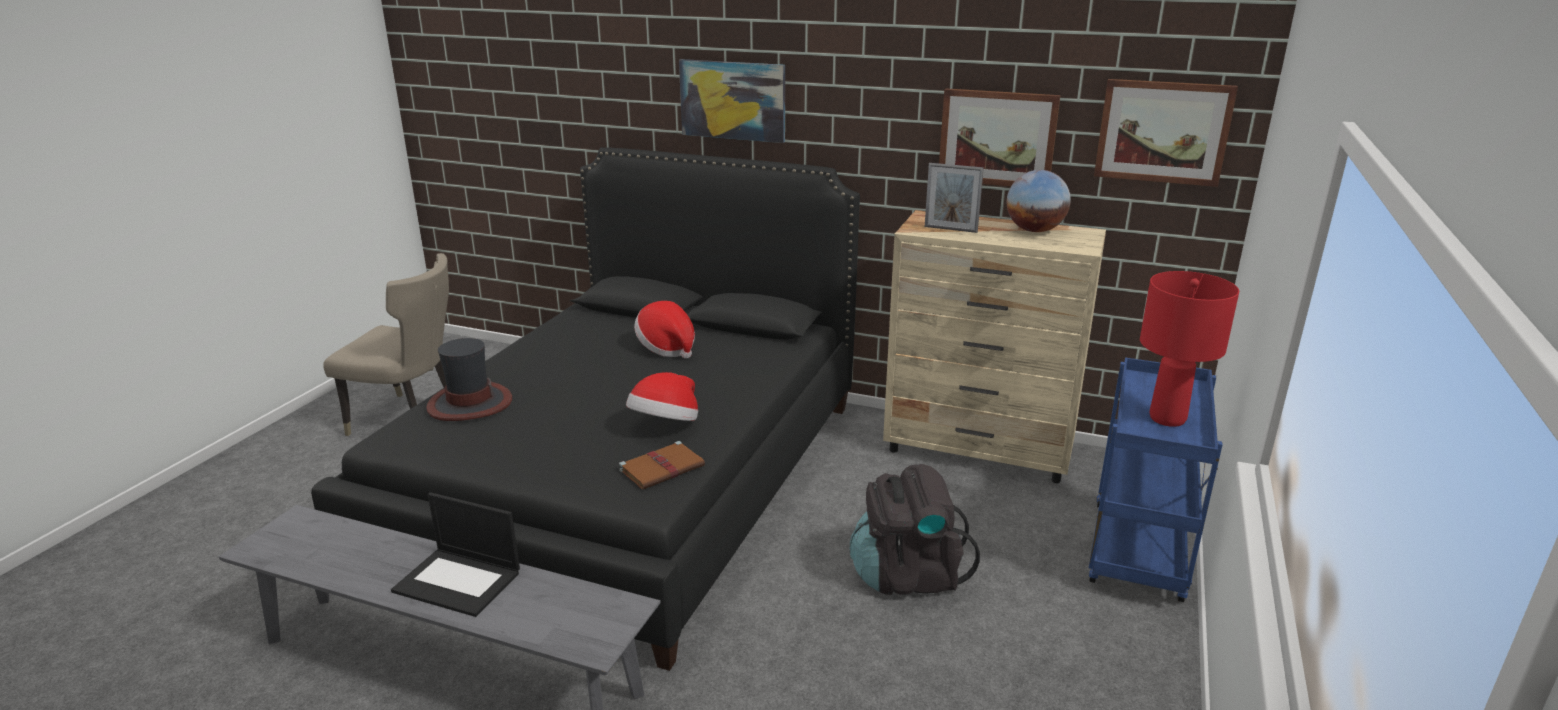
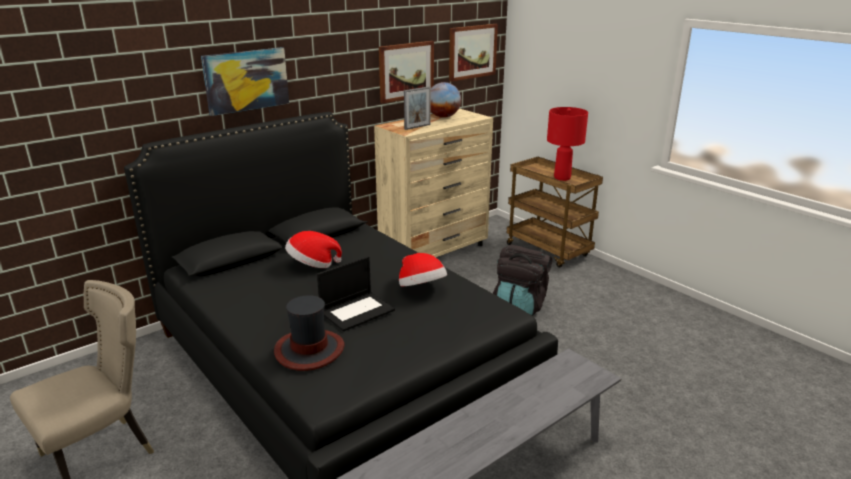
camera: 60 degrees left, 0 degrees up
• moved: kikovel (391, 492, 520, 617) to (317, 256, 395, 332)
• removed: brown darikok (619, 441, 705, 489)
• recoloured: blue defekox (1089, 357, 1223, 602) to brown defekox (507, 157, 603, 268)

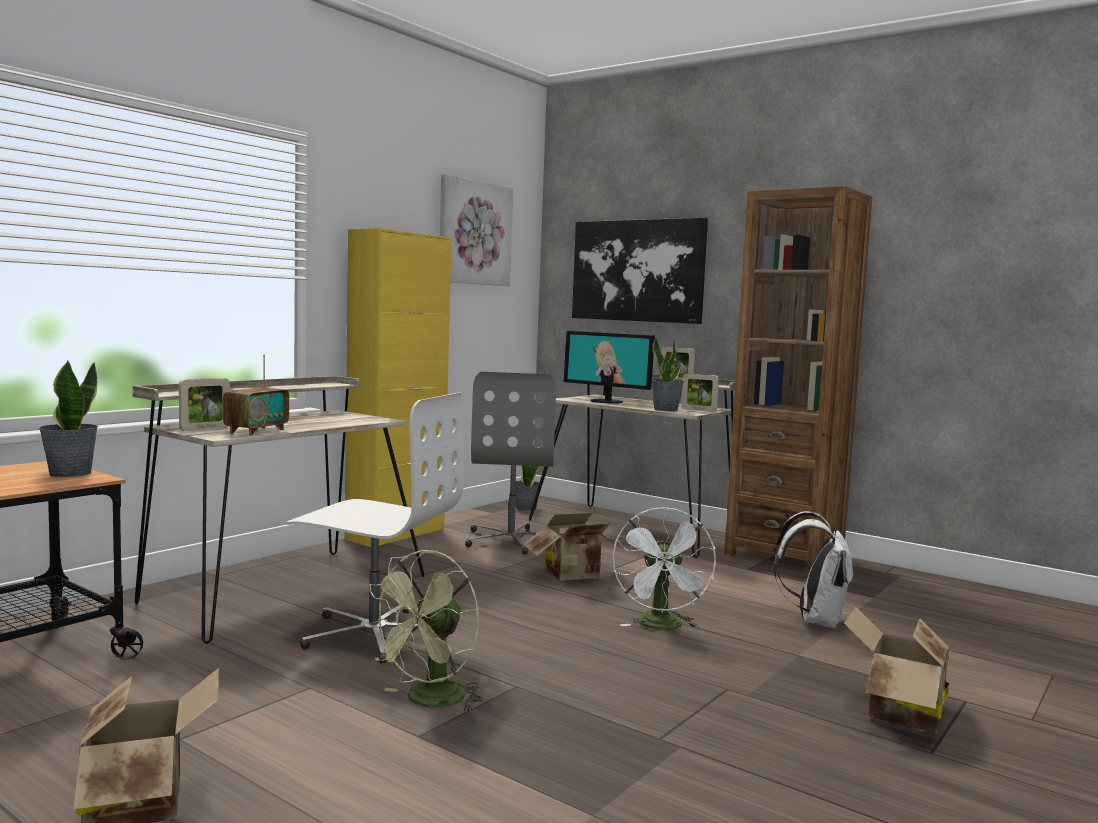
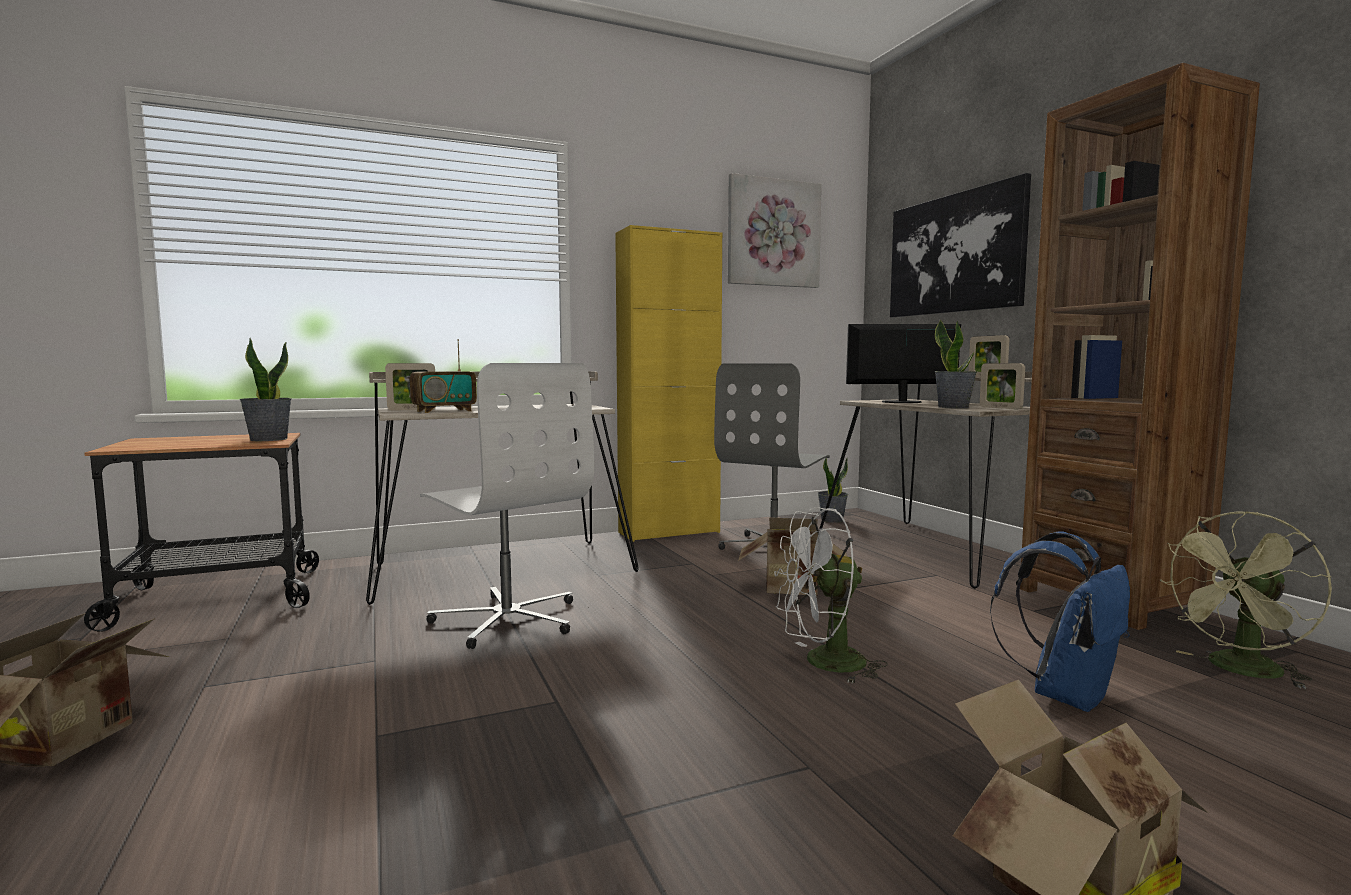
camera: 30 degrees right, 0 degrees up
• moved: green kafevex (364, 550, 483, 712) to (1160, 511, 1332, 689)
• turned: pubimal (564, 331, 655, 403) = (846, 324, 961, 403) 120 degrees clockwise
• turned: white kafevex (612, 507, 716, 630) = (774, 507, 888, 683) 45 degrees clockwise
• recoloured: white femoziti (773, 511, 853, 629) to blue femoziti (990, 531, 1130, 712)

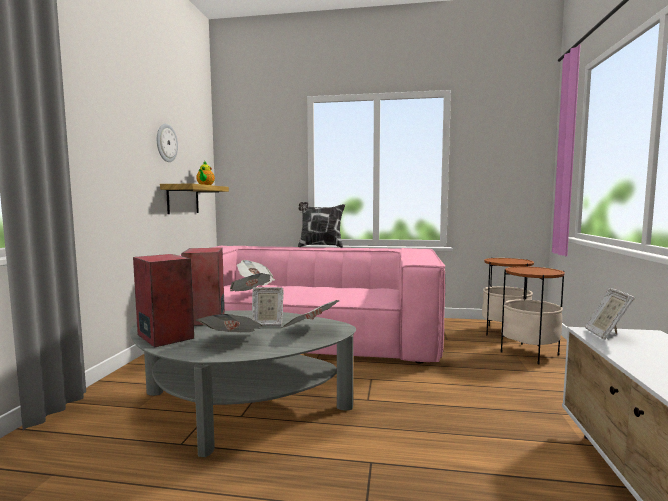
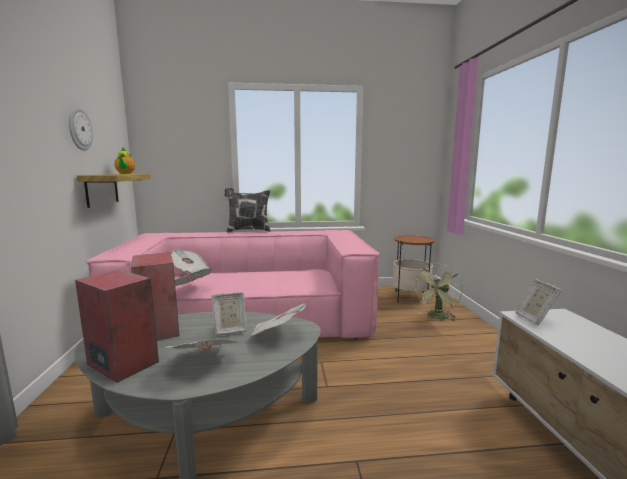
camera: 15 degrees left, 5 degrees up
• replaced: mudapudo (501, 266, 565, 364) to green kafevex (415, 264, 463, 321)

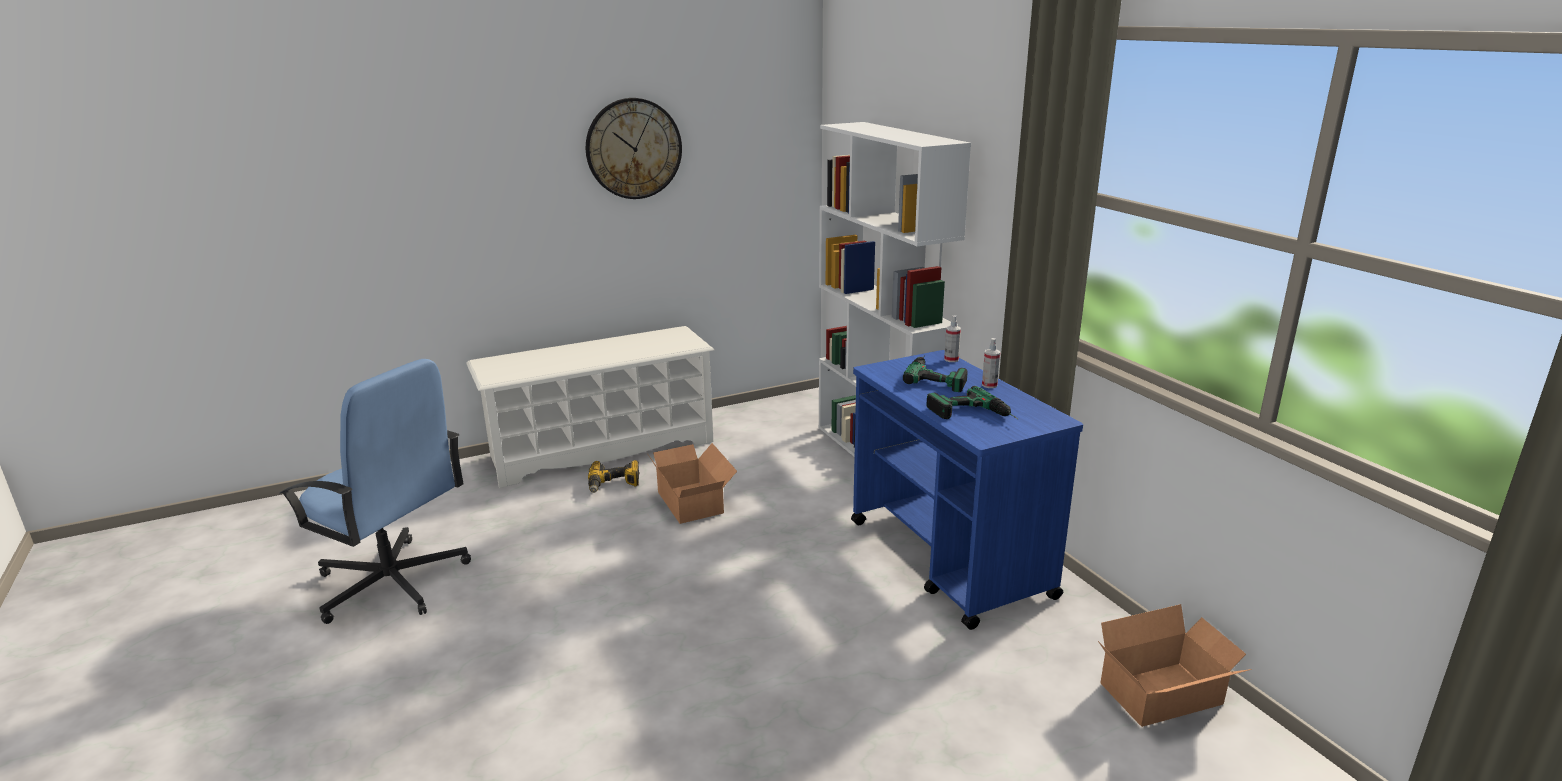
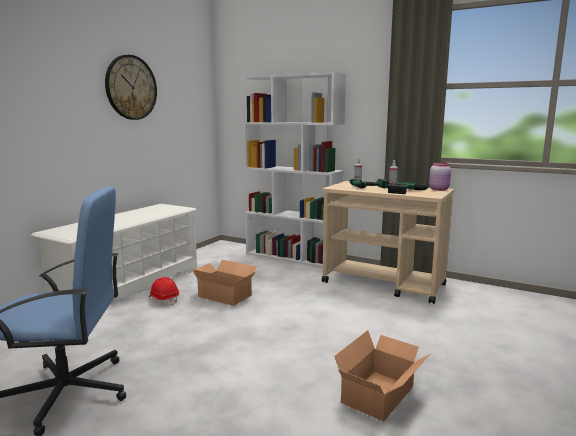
camera: 35 degrees left, 10 degrees down
• replaced: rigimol (588, 460, 640, 493) to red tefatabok (149, 277, 179, 306)
• recoloured: blue defekox (851, 350, 1083, 630) to beige defekox (322, 181, 454, 304)
• moved: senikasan (1098, 604, 1252, 727) to (334, 330, 430, 422)
• added: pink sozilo (429, 162, 451, 191)

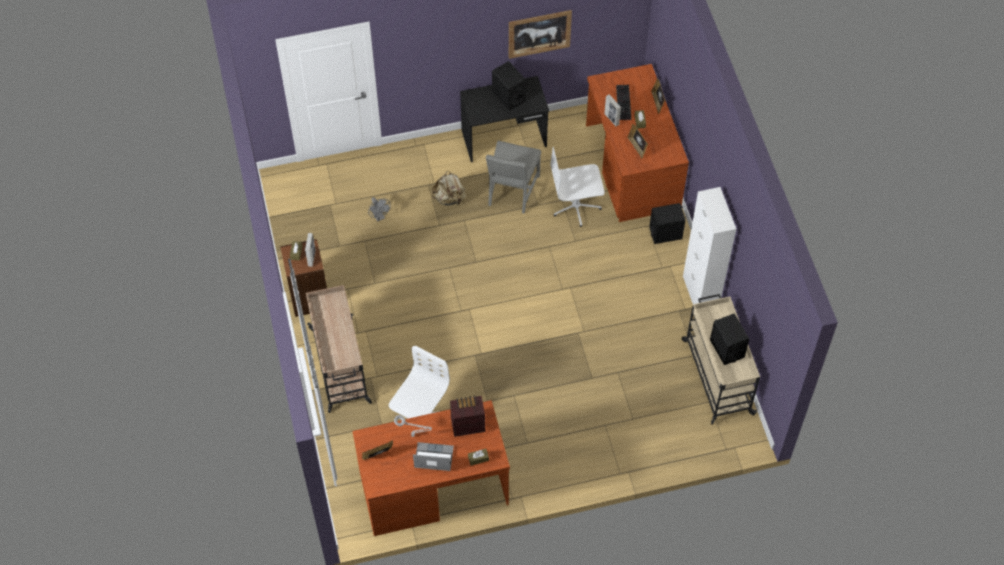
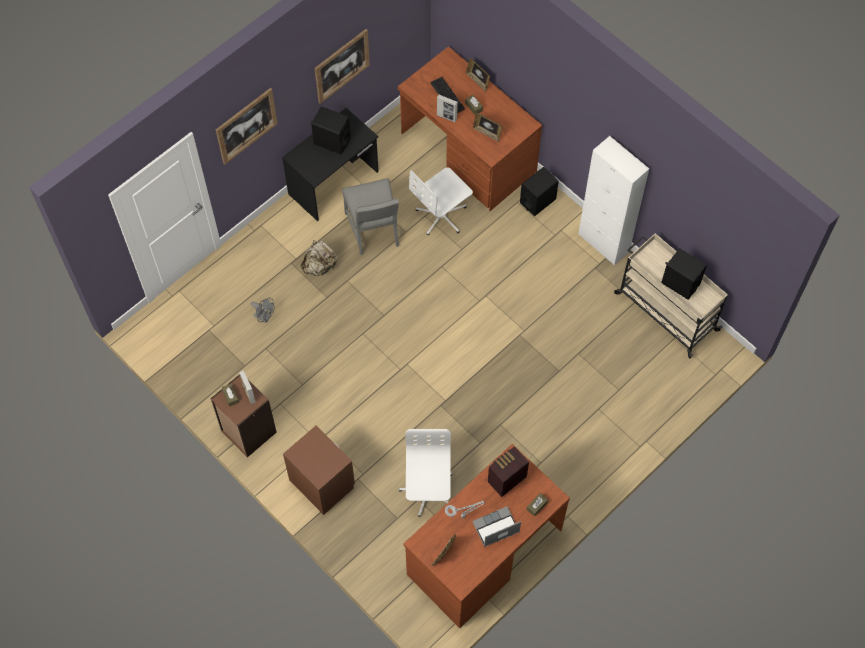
camera: 30 degrees left, 5 degrees up
• replaced: beige defekox (306, 285, 372, 413) to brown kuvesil (283, 426, 355, 515)
• added: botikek (216, 88, 278, 164)

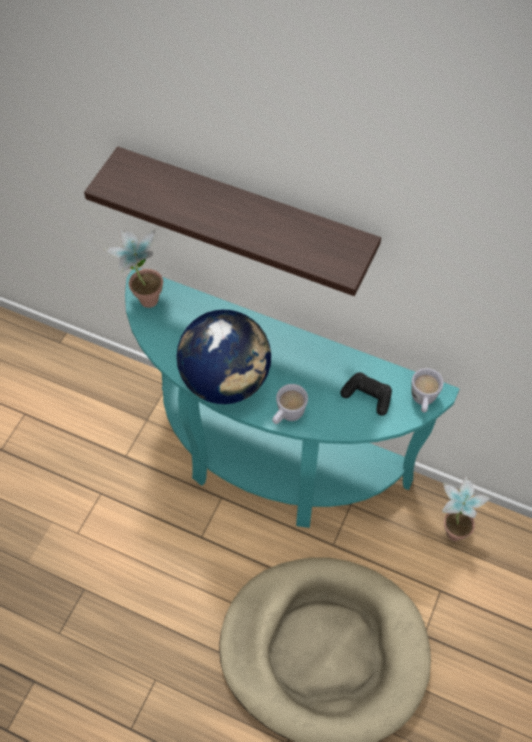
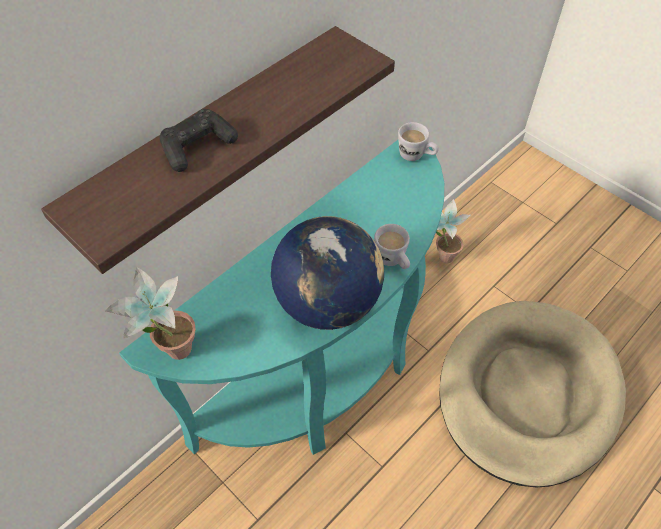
camera: 70 degrees left, 5 degrees down
• moved: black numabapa (340, 372, 392, 416) to (160, 109, 238, 172)

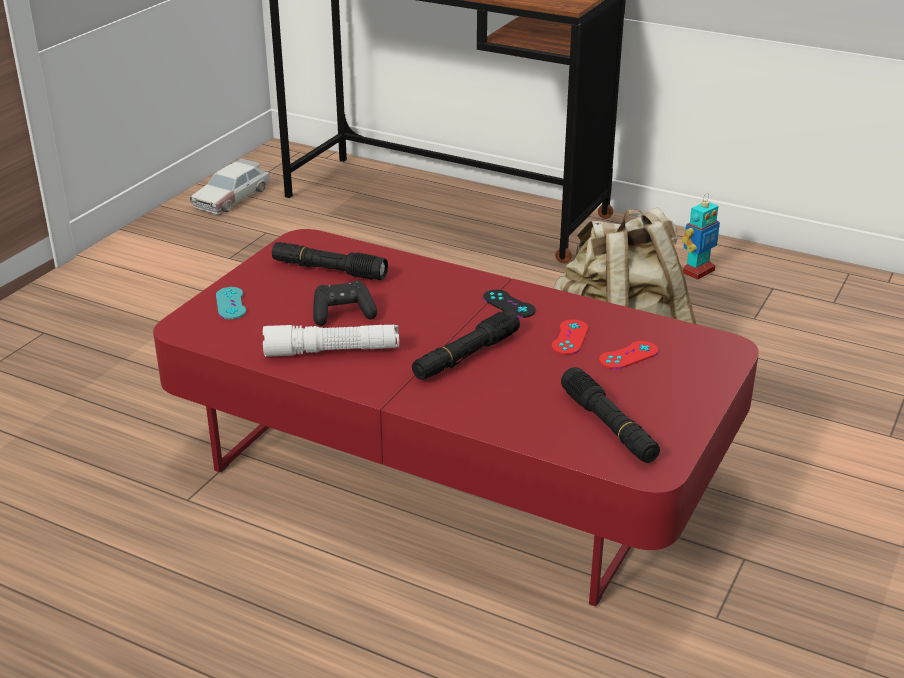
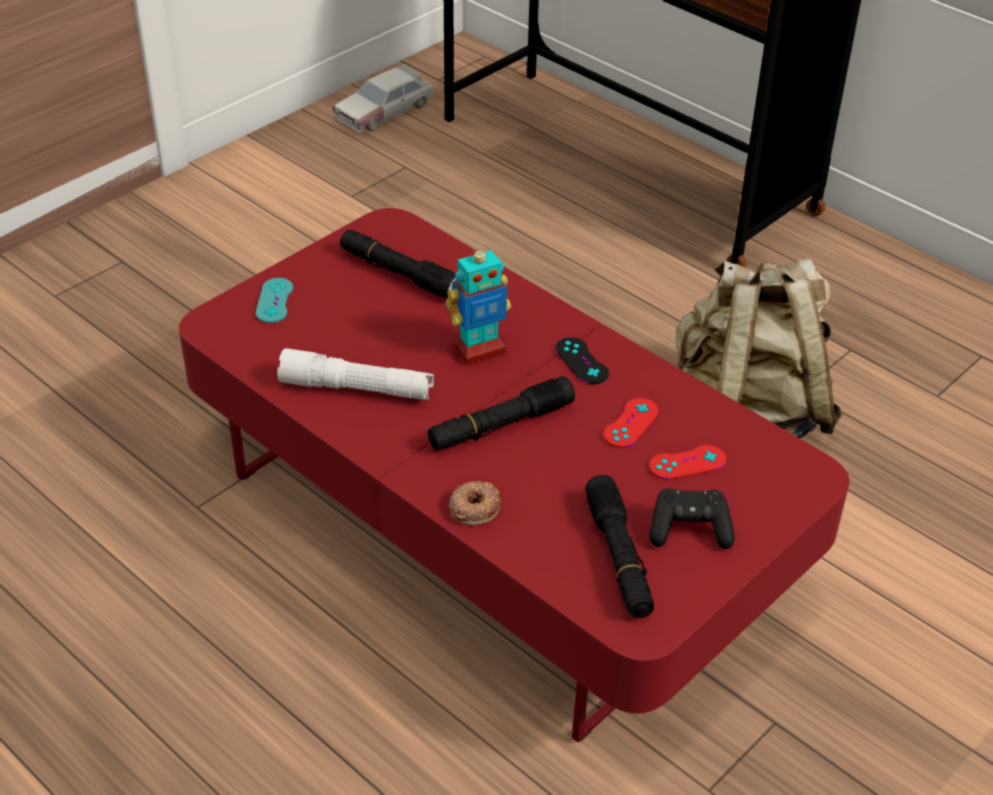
camera: 15 degrees right, 10 degrees up
• moved: black numabapa (313, 281, 377, 326) to (649, 488, 735, 549)
• moved: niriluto (682, 193, 720, 280) to (446, 242, 511, 365)
• added: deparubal (449, 481, 501, 526)

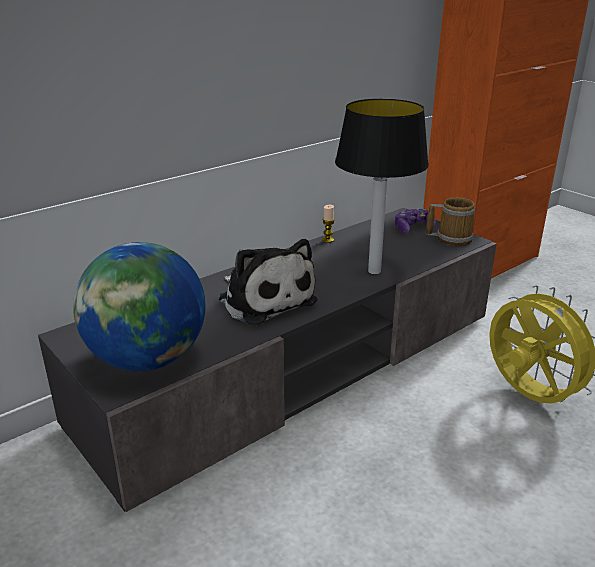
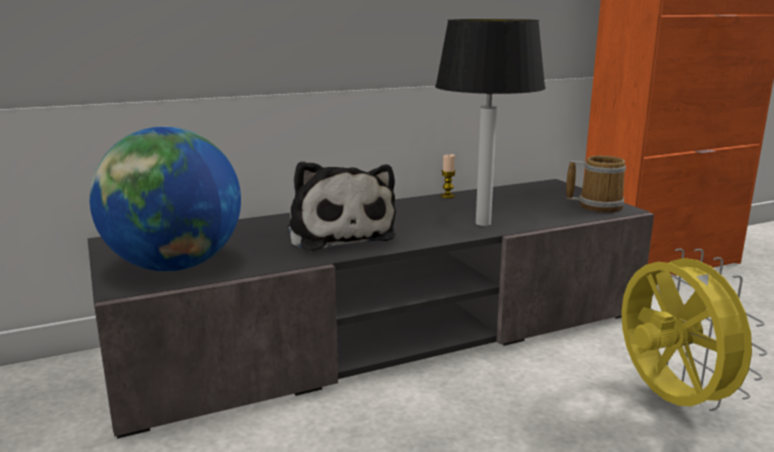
camera: 15 degrees right, 10 degrees down
• removed: numabapa (395, 209, 436, 233)

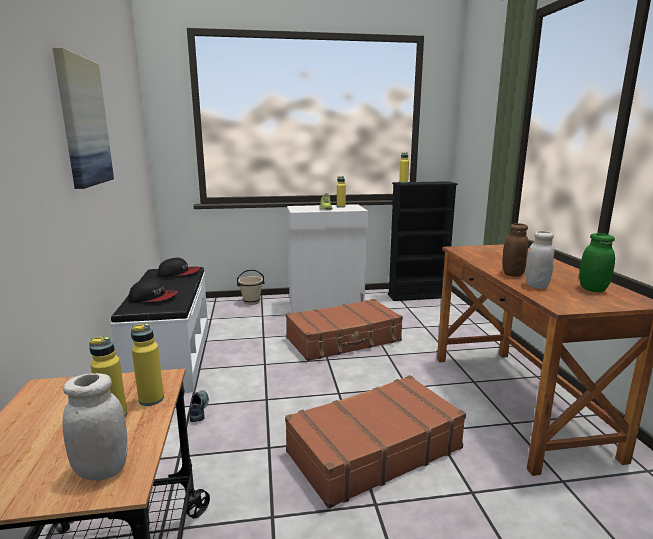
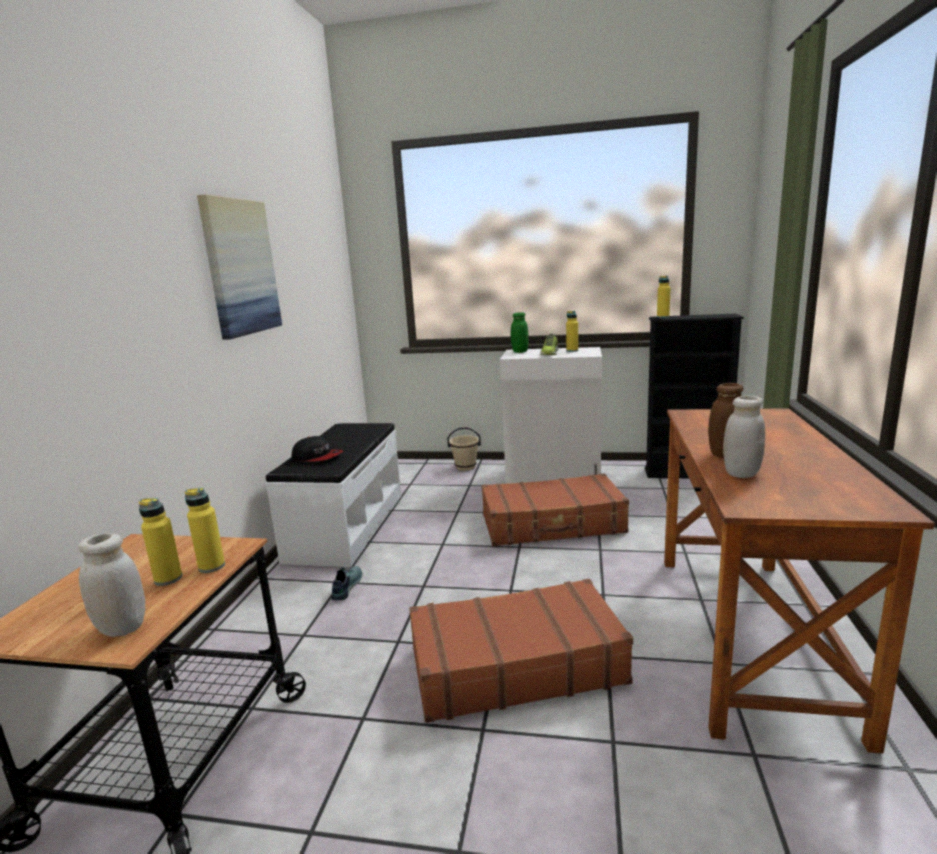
camera: 20 degrees right, 0 degrees up
• removed: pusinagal (158, 258, 200, 277)
• moved: green sozilo (579, 233, 615, 292) to (511, 312, 529, 353)

